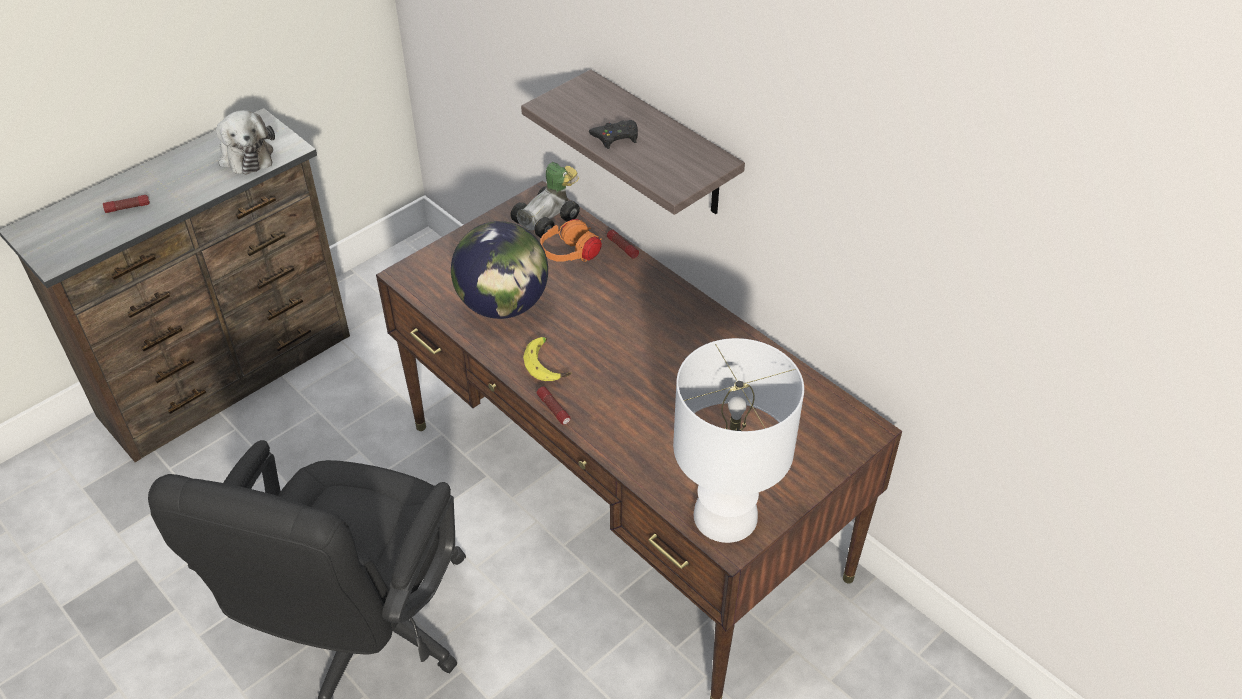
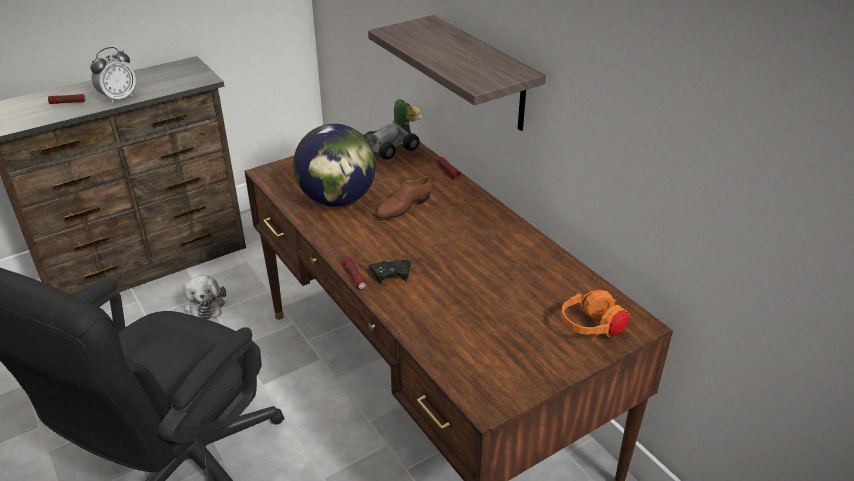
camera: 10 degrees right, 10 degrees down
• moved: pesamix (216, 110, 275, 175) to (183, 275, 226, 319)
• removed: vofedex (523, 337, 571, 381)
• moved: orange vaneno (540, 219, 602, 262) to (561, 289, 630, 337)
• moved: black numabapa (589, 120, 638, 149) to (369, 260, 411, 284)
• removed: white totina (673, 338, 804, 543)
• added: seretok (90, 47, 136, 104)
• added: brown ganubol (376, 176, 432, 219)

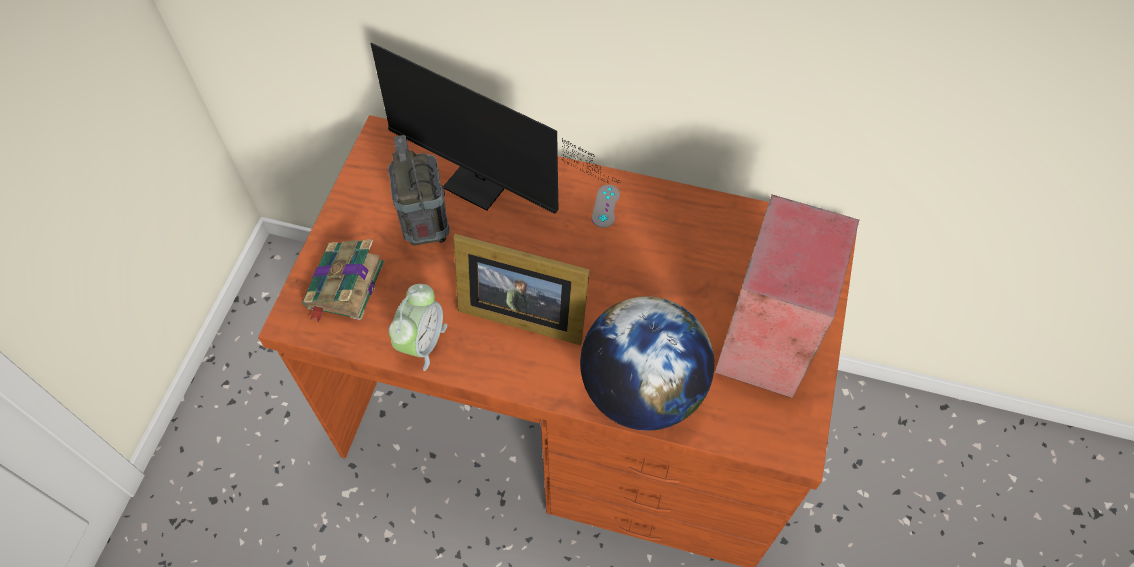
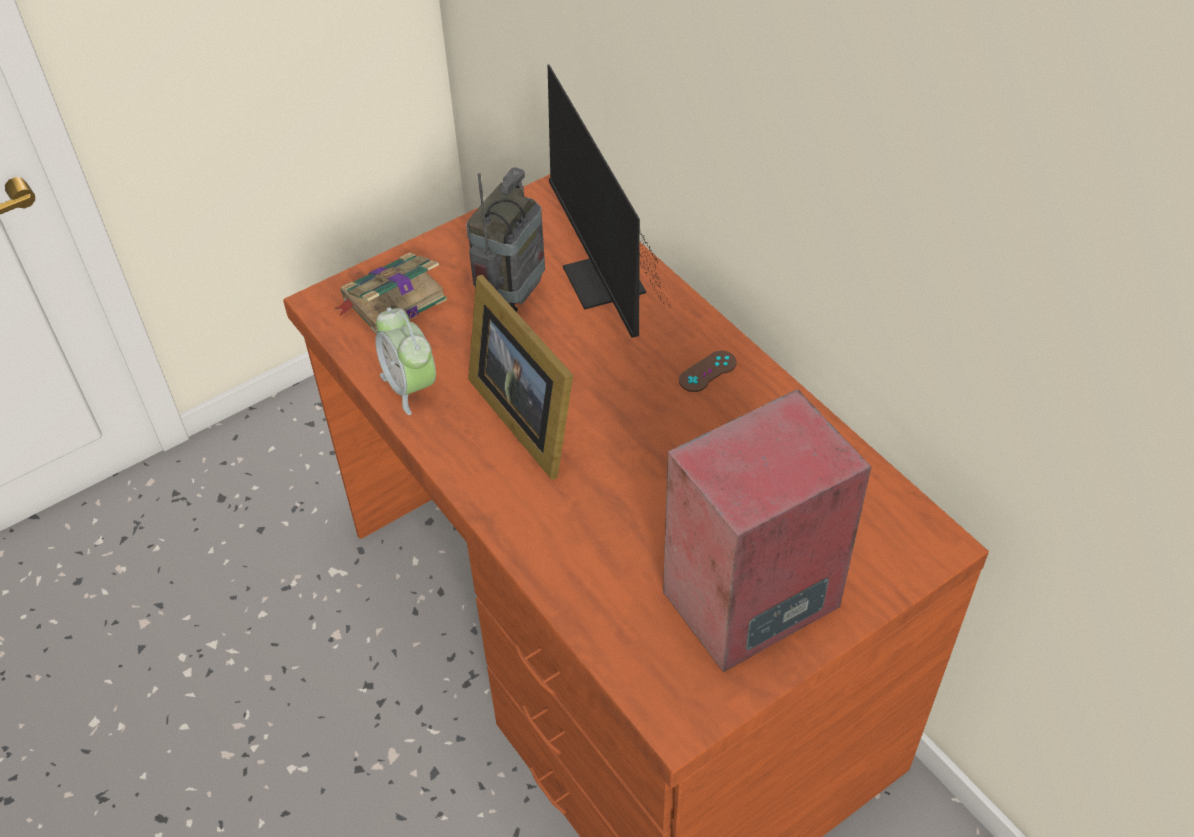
camera: 40 degrees right, 10 degrees down
• turned: seretok (389, 284, 447, 371) = (375, 307, 436, 415) 90 degrees clockwise
• removed: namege (580, 296, 714, 431)
• recoloured: grey numabapa (592, 185, 620, 228) to brown numabapa (679, 351, 737, 392)

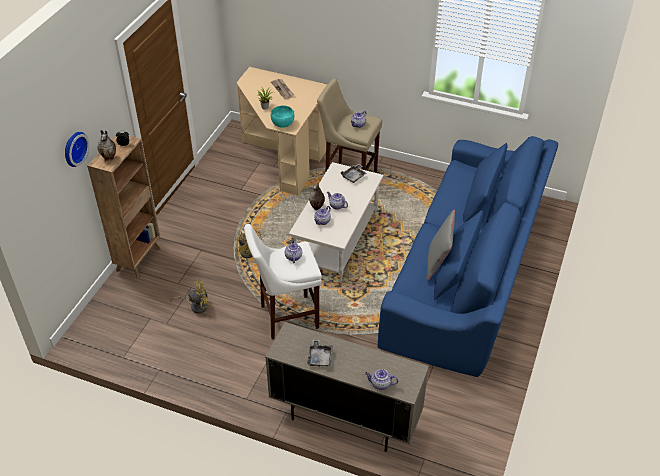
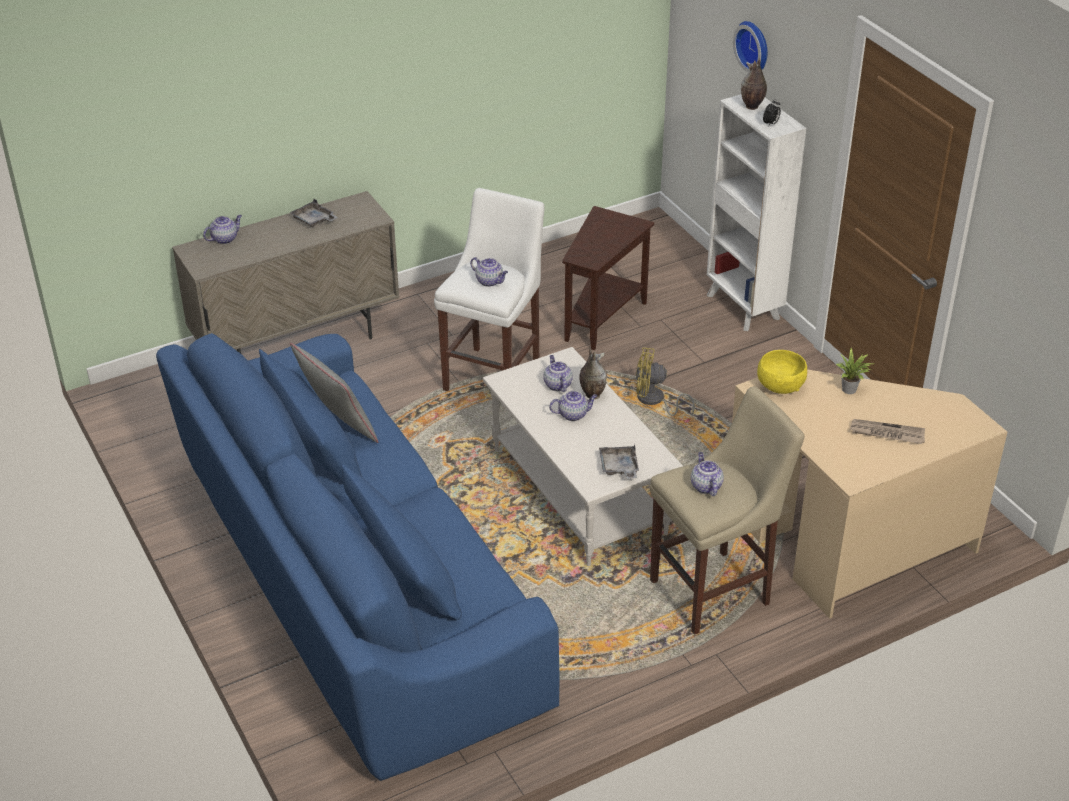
camera: 130 degrees right, 5 degrees down
• recoloured: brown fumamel (87, 135, 161, 278) to white fumamel (707, 94, 806, 331)
• replaced: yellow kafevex (170, 279, 209, 314) to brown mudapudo (562, 206, 654, 350)
• recoloured: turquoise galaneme (271, 105, 294, 128) to yellow galaneme (757, 350, 807, 394)

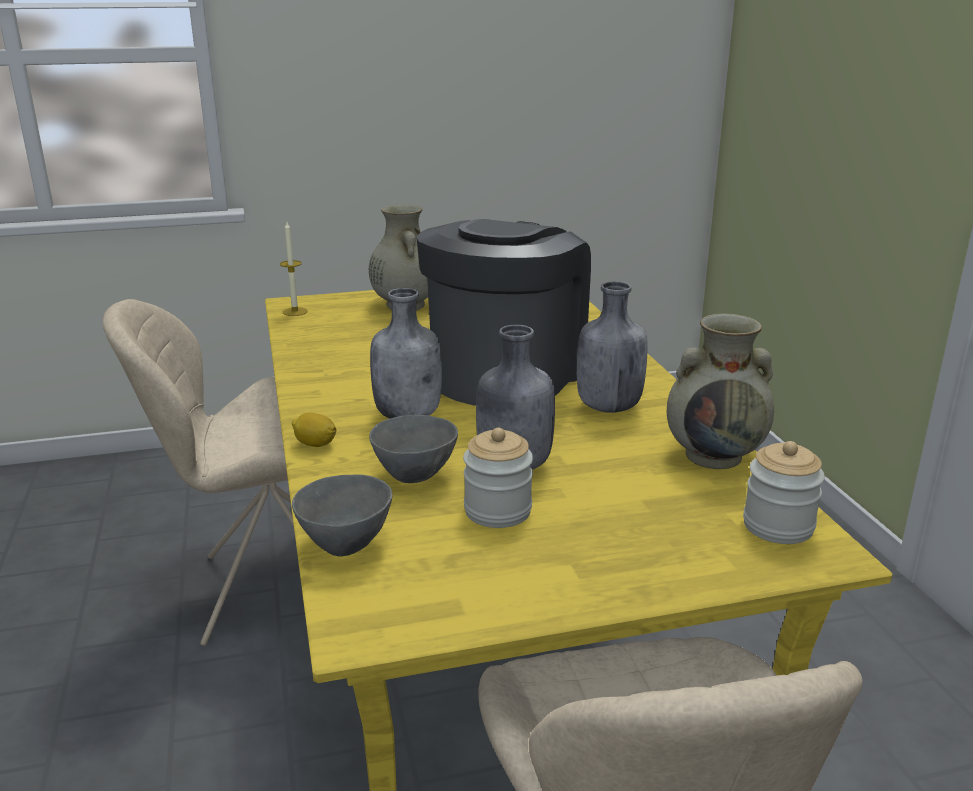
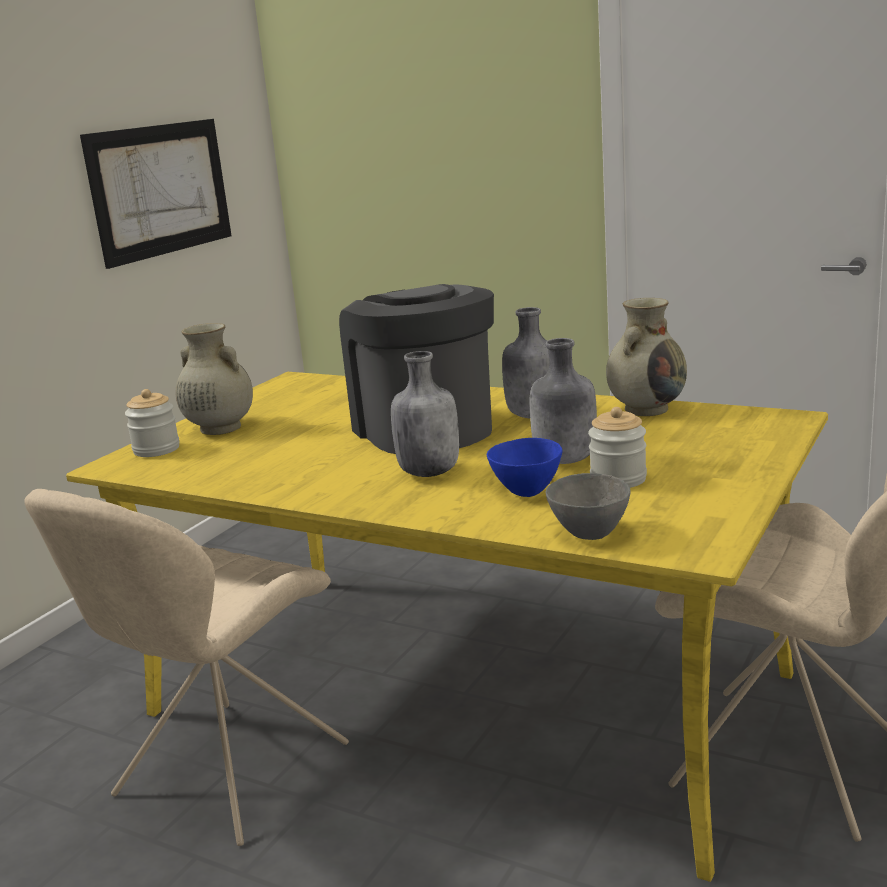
camera: 45 degrees left, 5 degrees down
• removed: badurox (280, 222, 307, 316)
• removed: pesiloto (291, 412, 336, 447)
• recoloured: grey galaneme (369, 415, 458, 483) to blue galaneme (487, 438, 563, 497)
• moved: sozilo (743, 441, 825, 544) to (125, 389, 180, 457)
• added: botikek (80, 119, 232, 269)

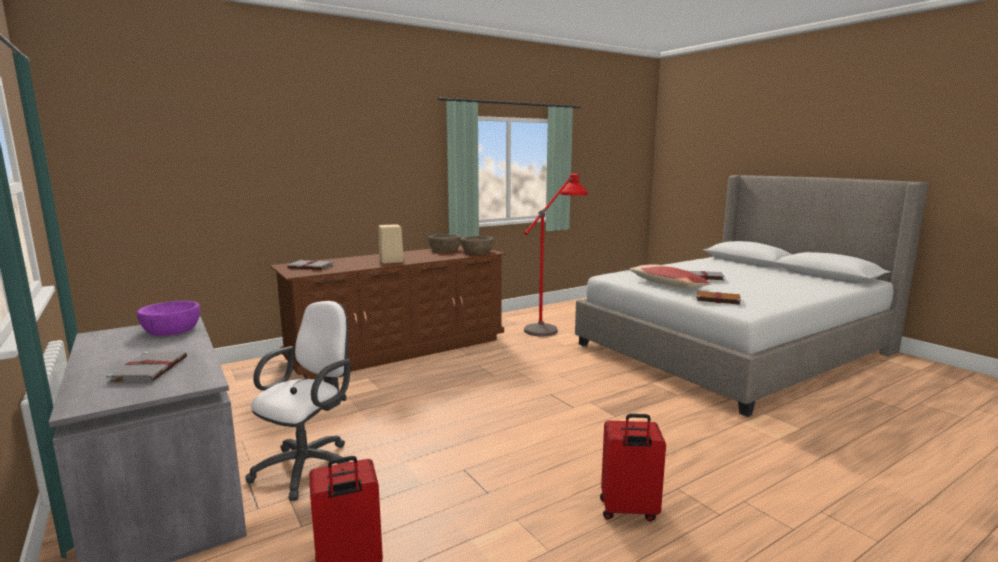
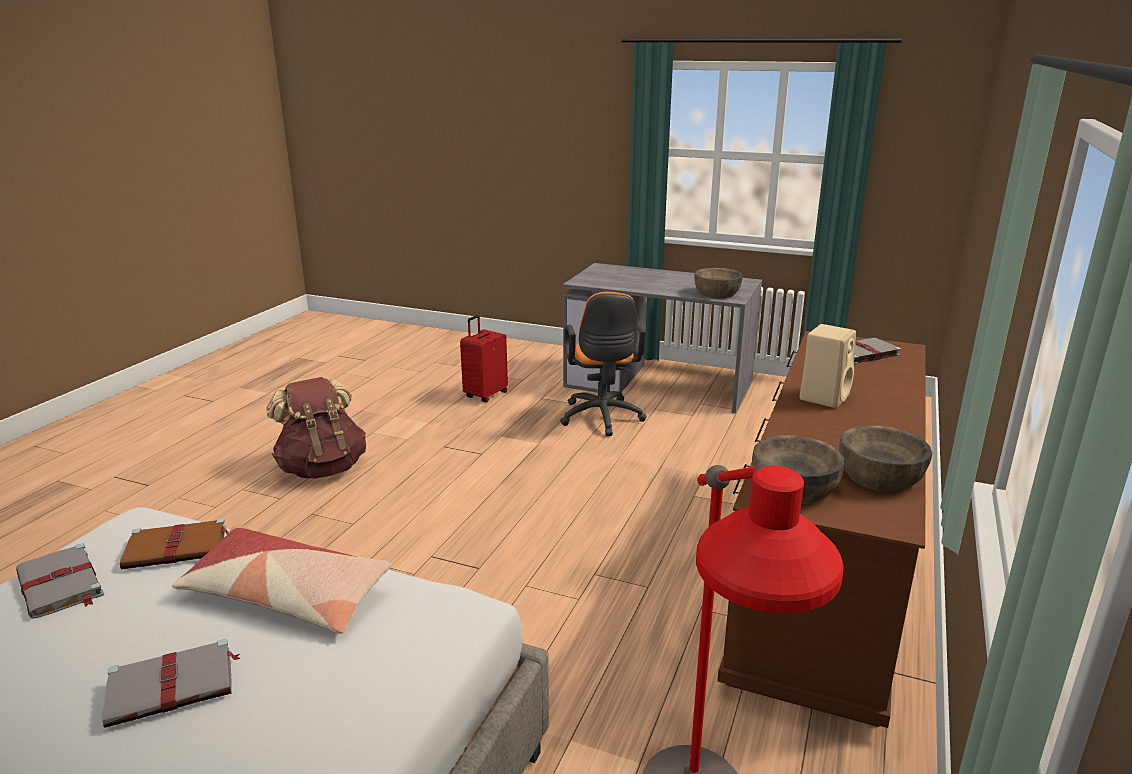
camera: 145 degrees right, 10 degrees up
• moved: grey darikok (106, 352, 187, 384) to (16, 543, 104, 619)
• recoloured: purple galaneme (137, 301, 200, 336) to brown galaneme (694, 268, 742, 298)
• recoloured: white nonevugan (245, 301, 350, 501) to orange nonevugan (560, 292, 646, 436)
• replaced: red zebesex (600, 414, 666, 522) to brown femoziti (266, 377, 366, 479)

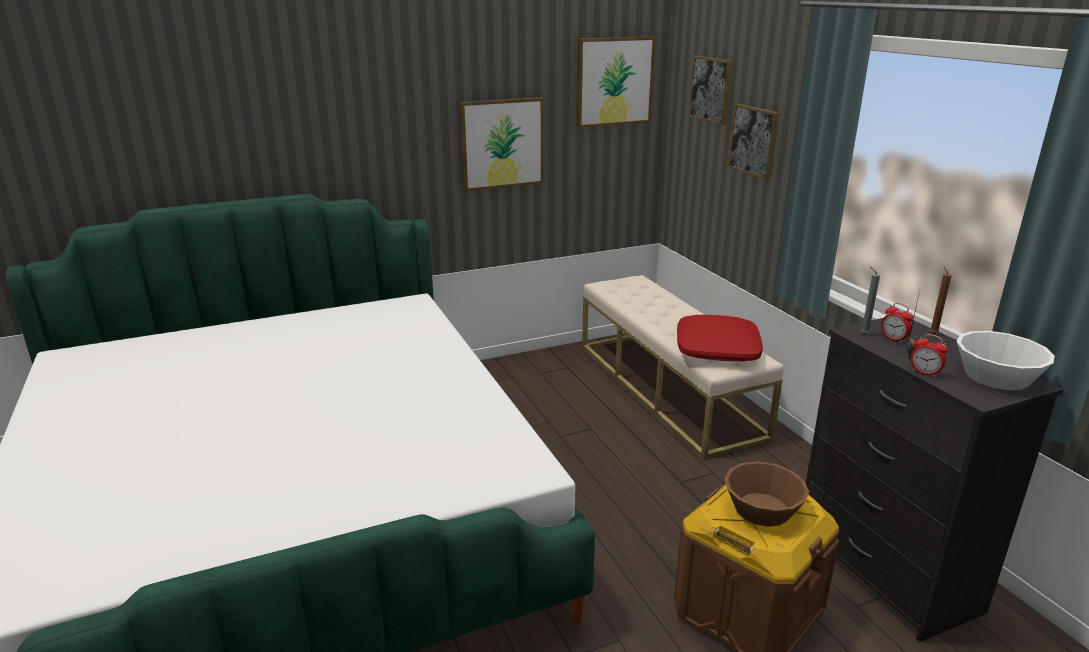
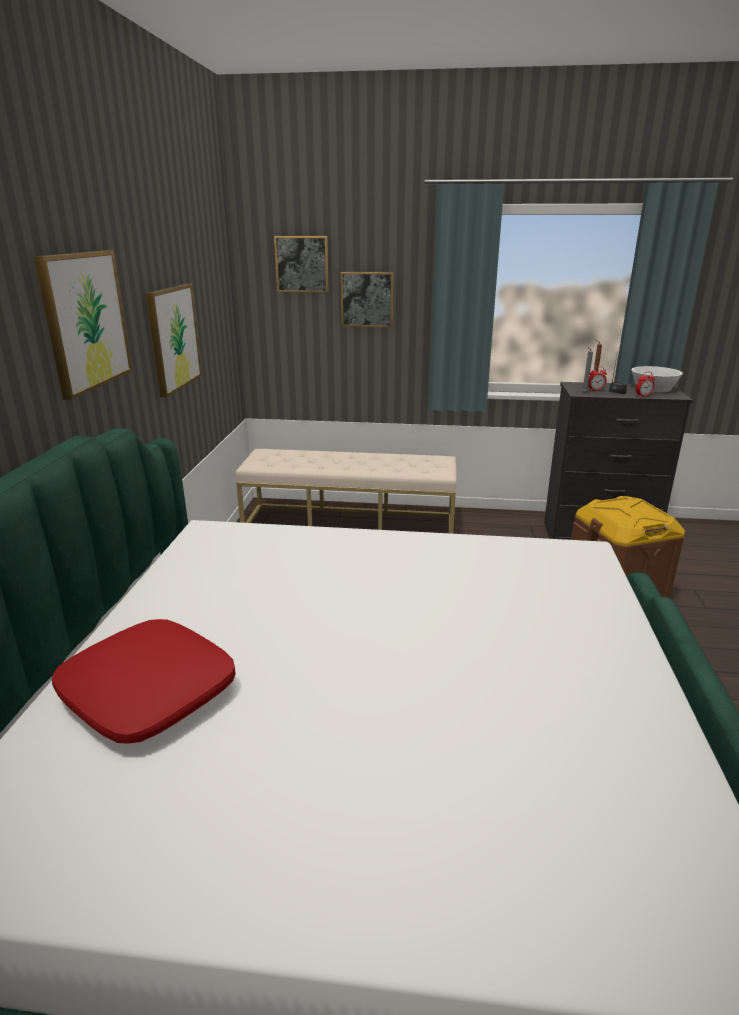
camera: 60 degrees left, 0 degrees up
• moved: botikek (576, 36, 656, 127) to (34, 250, 132, 400)
• moved: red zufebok (677, 315, 763, 361) to (52, 619, 236, 744)
• removed: brown galaneme (724, 461, 809, 527)

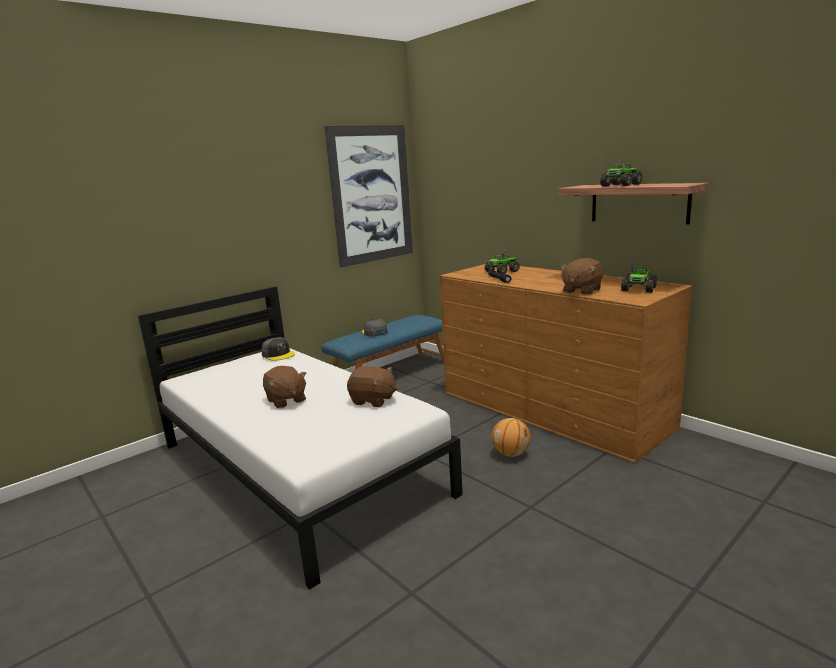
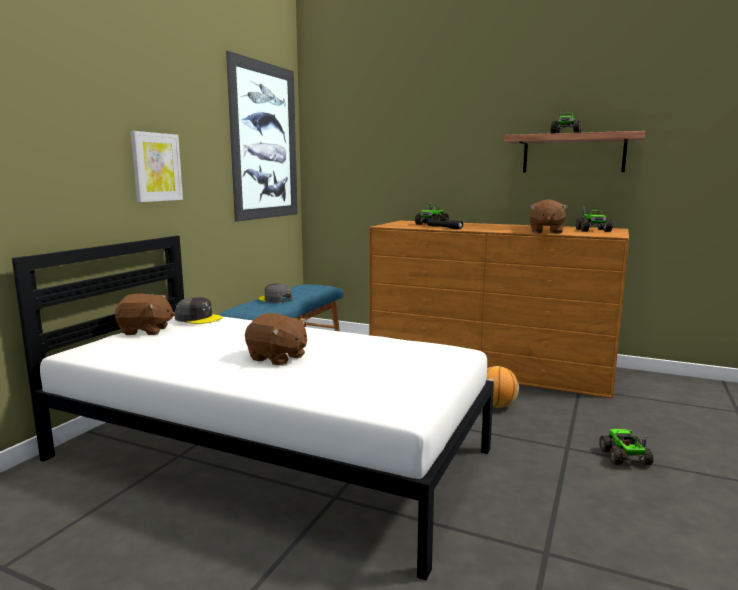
camera: 25 degrees left, 5 degrees down
• moved: brown pesamix (347, 366, 397, 407) to (115, 294, 175, 335)
• added: botikek (131, 131, 183, 202)
• added: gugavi (599, 429, 653, 465)

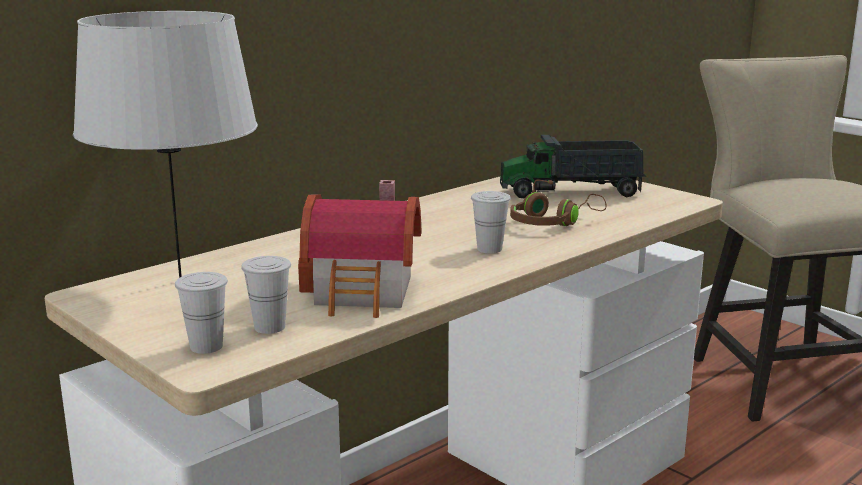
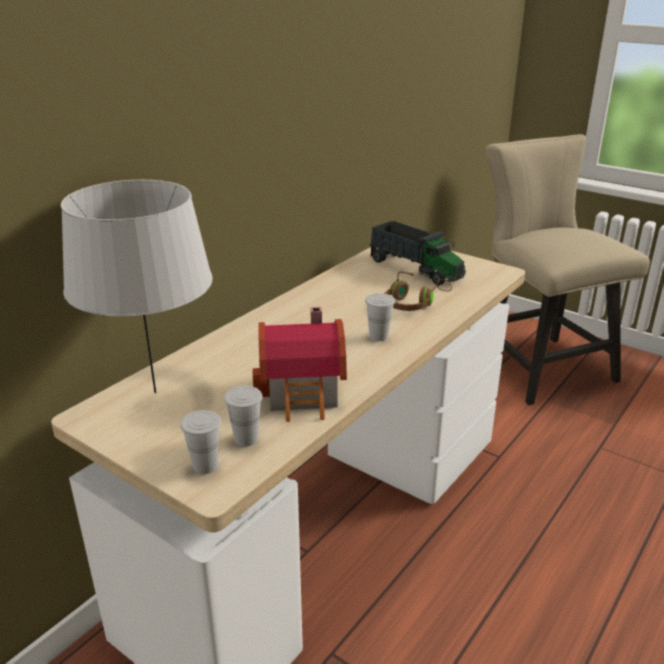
camera: 10 degrees left, 10 degrees up
• turned: gugavi (500, 135, 646, 198) = (369, 221, 466, 286) 120 degrees counterclockwise

